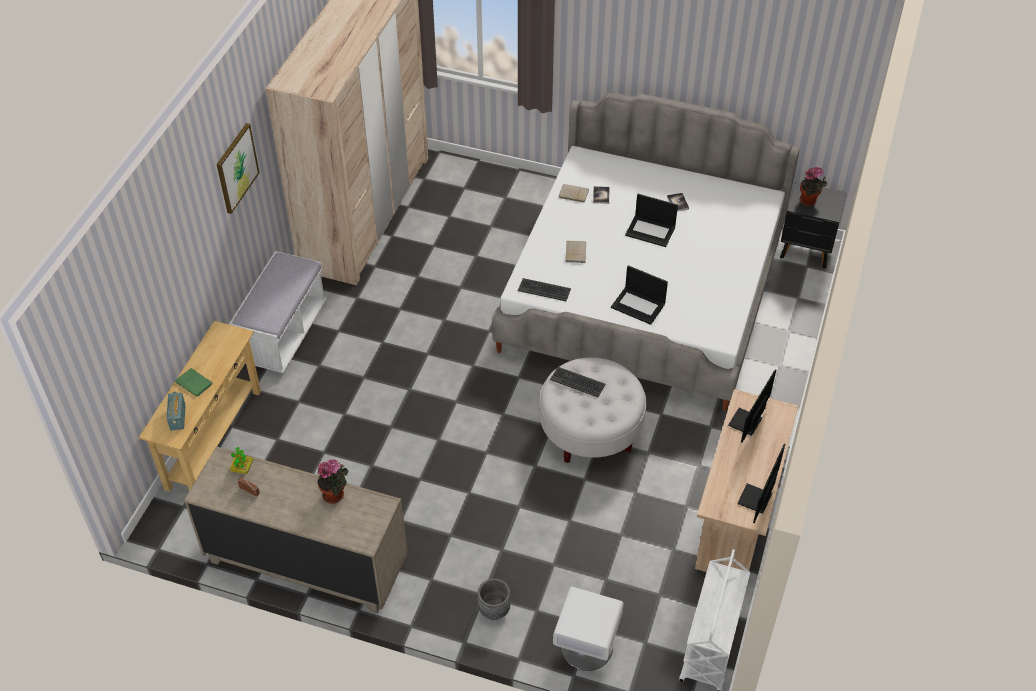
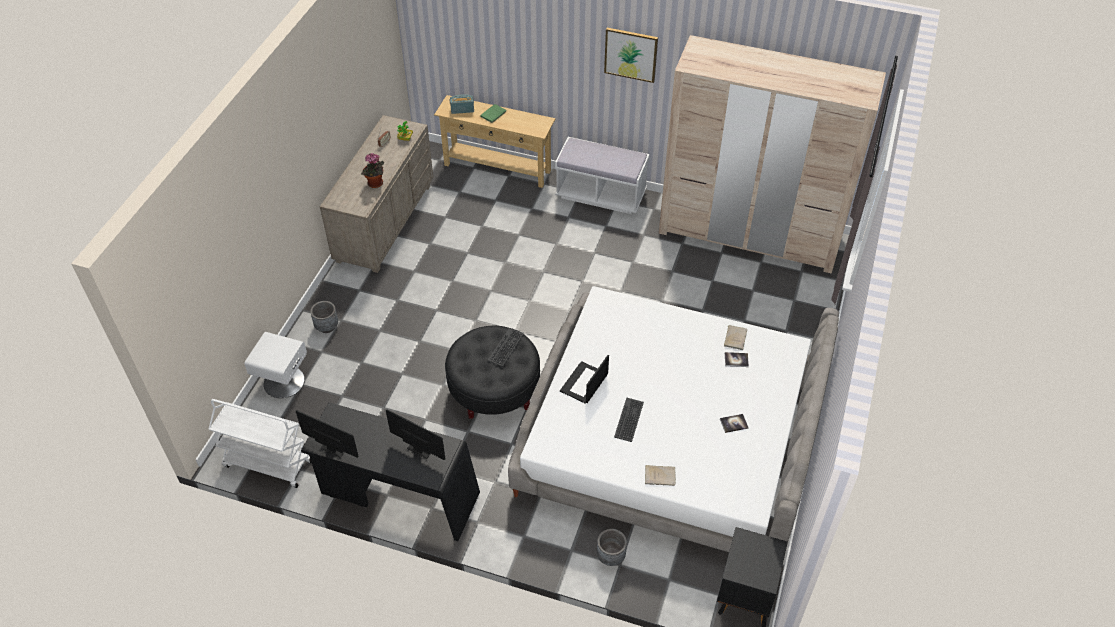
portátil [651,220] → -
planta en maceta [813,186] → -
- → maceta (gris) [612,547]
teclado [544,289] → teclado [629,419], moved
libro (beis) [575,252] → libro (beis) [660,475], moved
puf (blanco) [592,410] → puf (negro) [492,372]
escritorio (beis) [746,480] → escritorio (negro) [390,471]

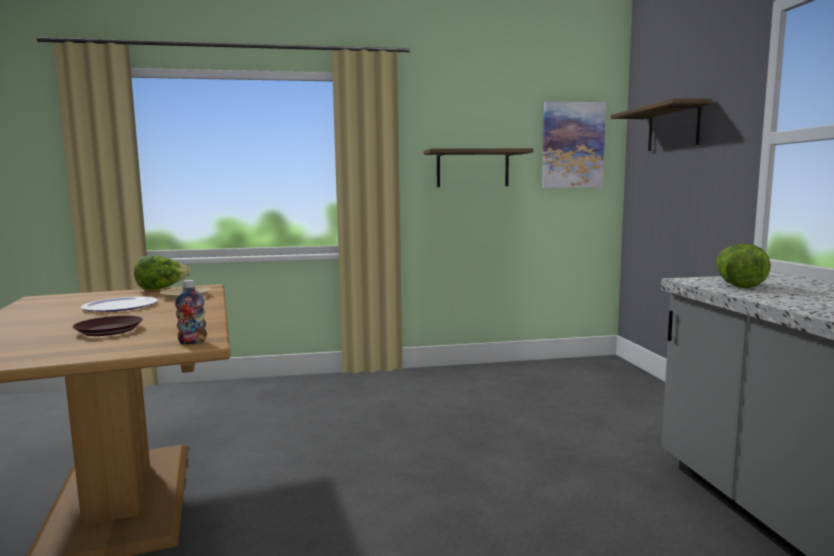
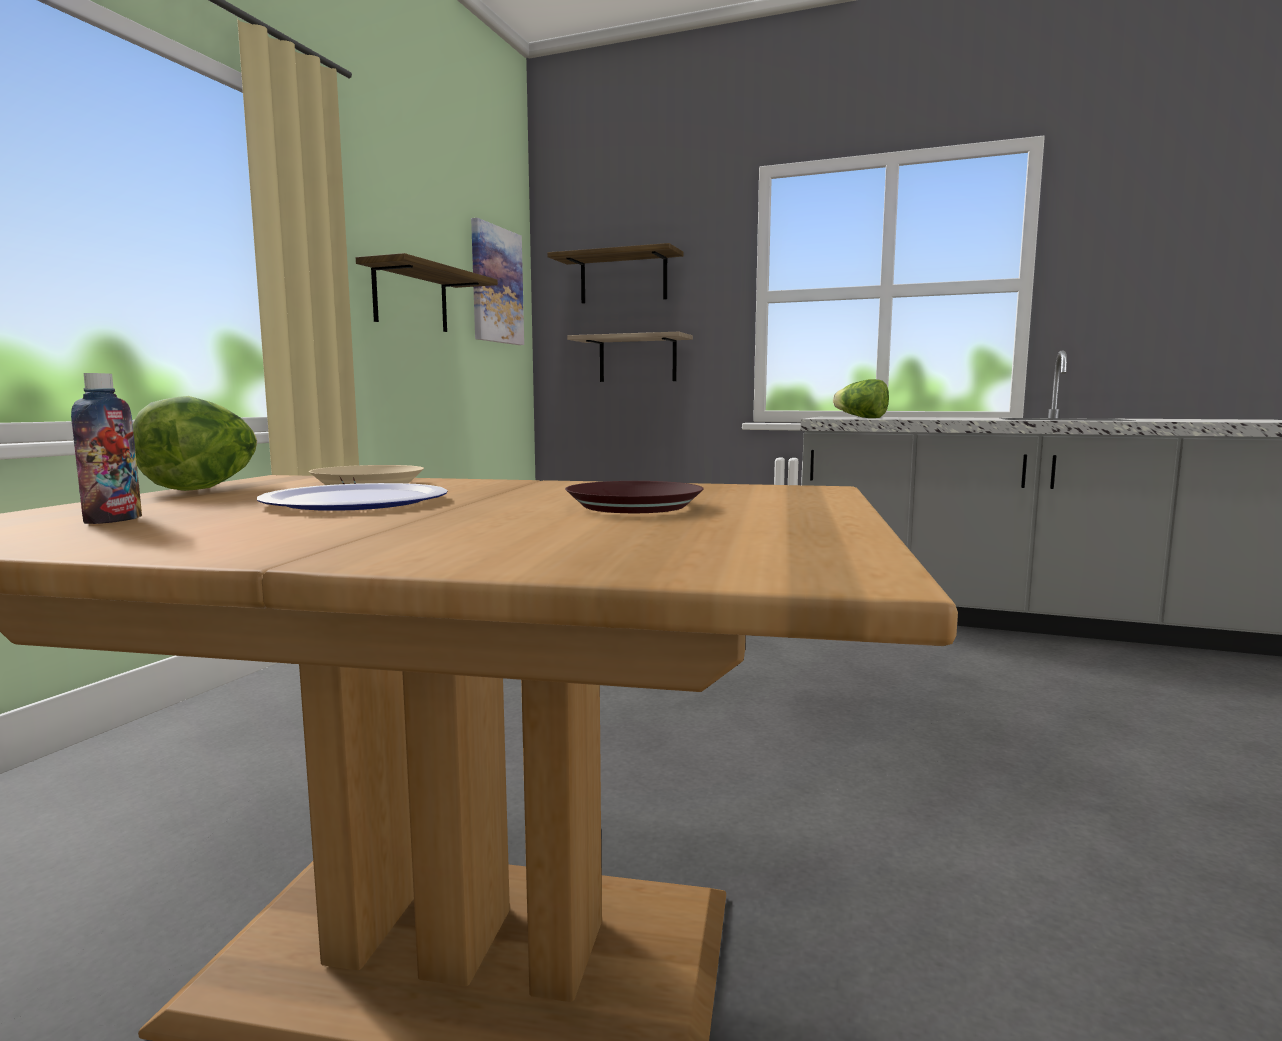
- → estante [630,357]
botella [191,312] → botella [106,448], moved

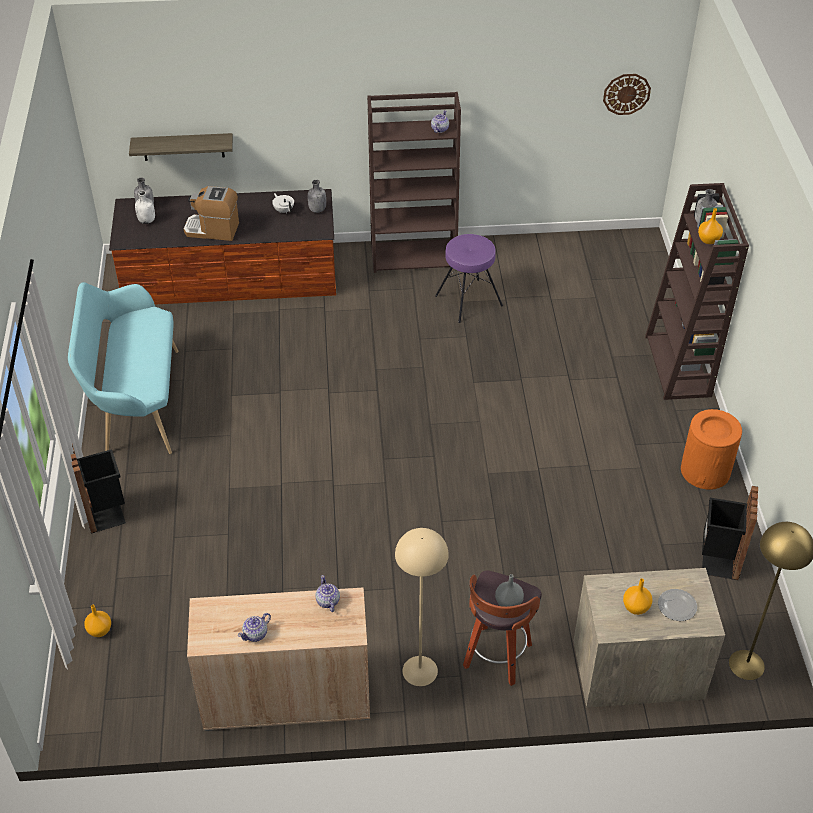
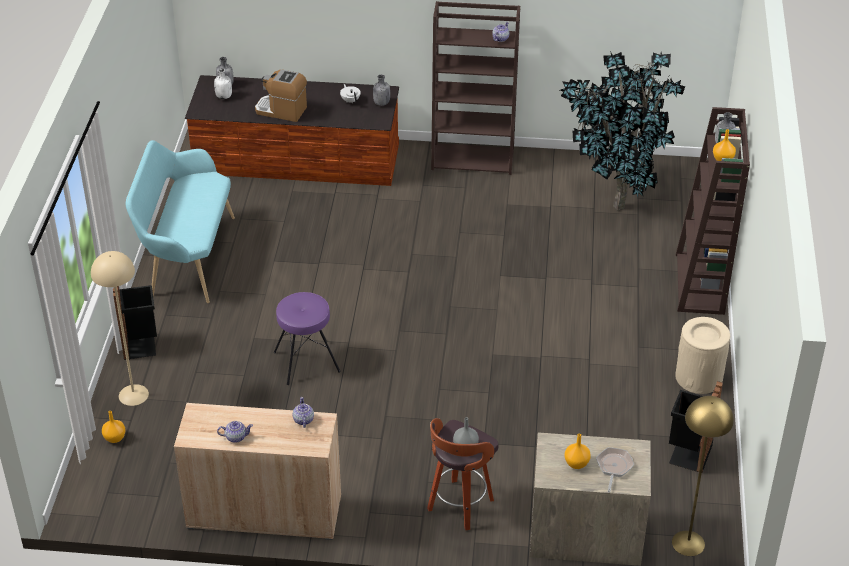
estante [181,147] → -
reloj de pared [627,94] → -
- → planta en maceta [622,130]
lámpara de pie (beis) [422,607] → lámpara de pie (beis) [120,328], moved
taburete (morado) [469,278] → taburete (morado) [307,338], moved
plato [677,605] → sartén [615,469]
papelera (naranja) [711,449] → papelera (beis) [702,355]
tetera [254,627] → tetera [235,432], 150 degrees counterclockwise

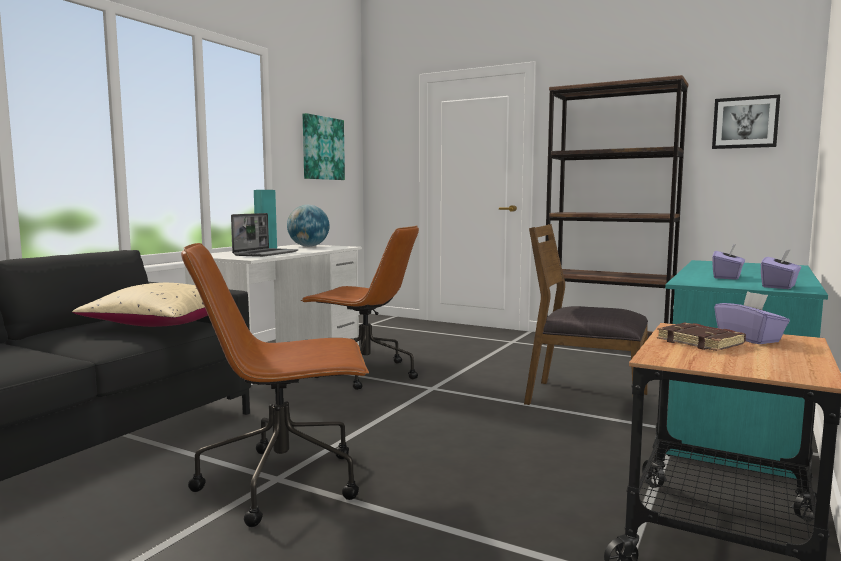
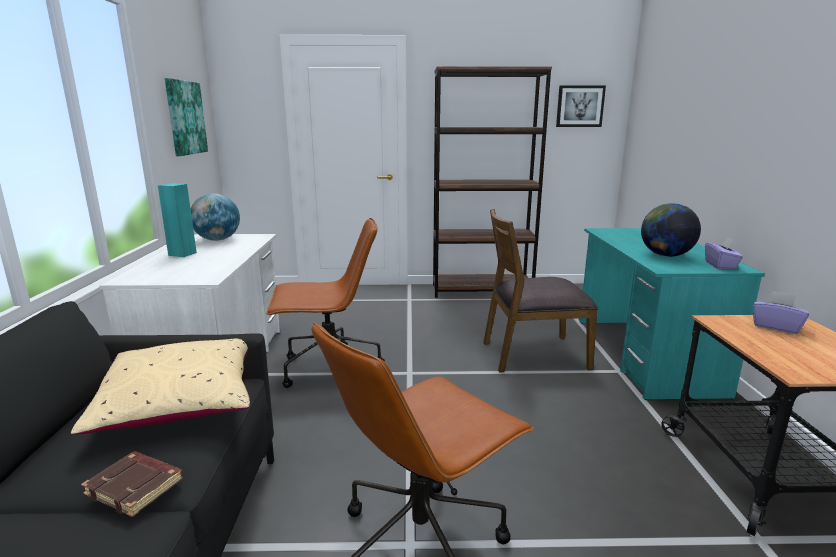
portátil [264,235] → -
libro (marrón) [701,337] → libro (marrón) [132,484], moved
caja de pañuelos (morado) [728,262] → globo terráqueo [671,230]

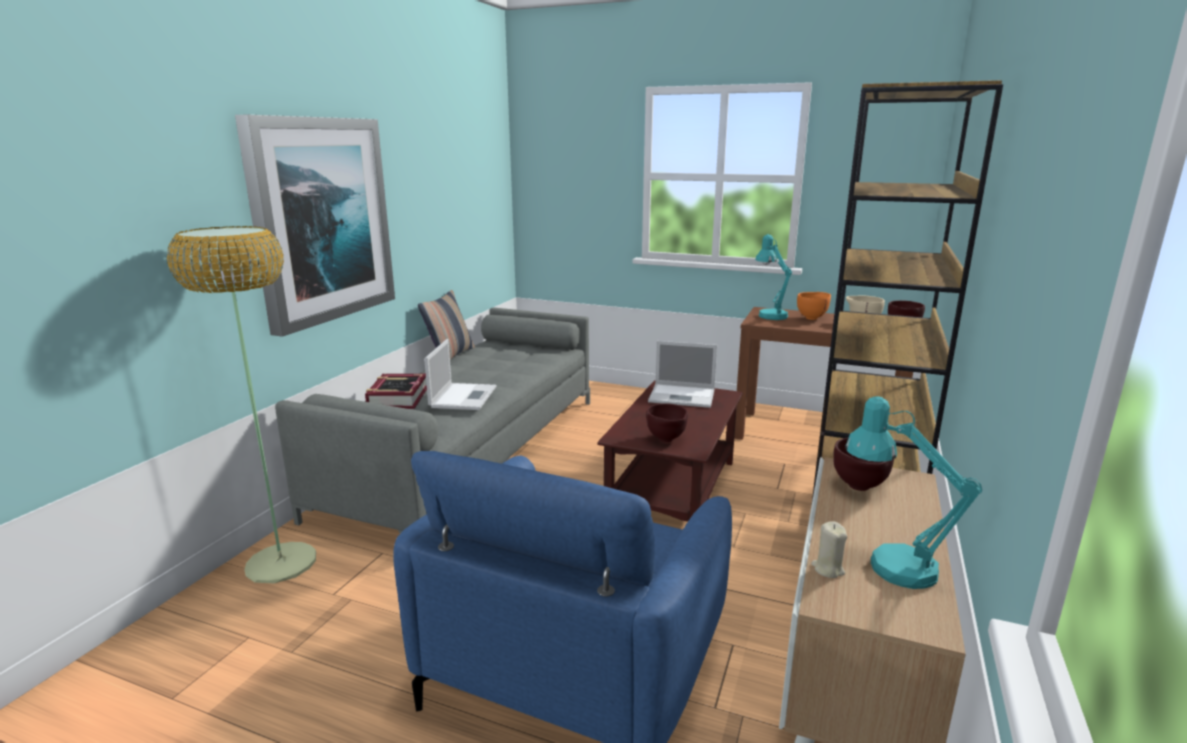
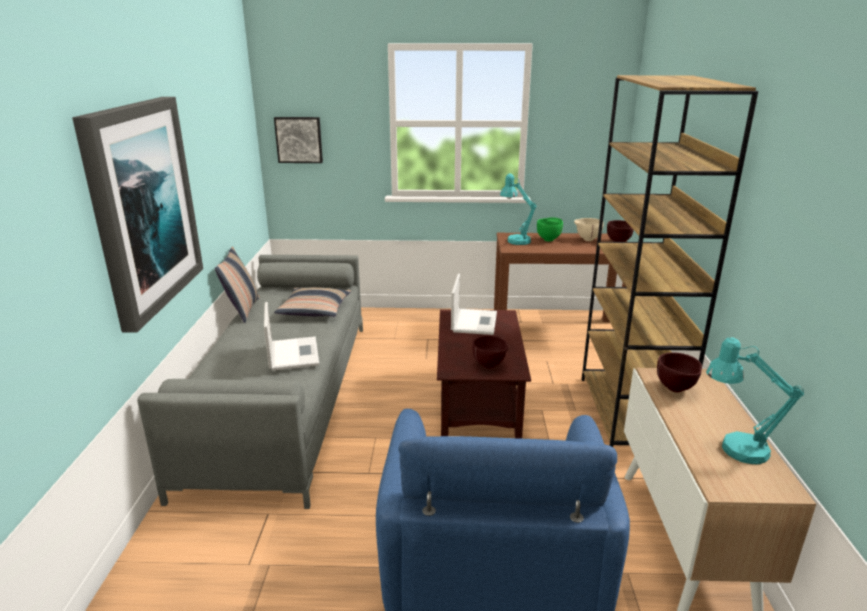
lámpara de pie [241,404] → -
libro [396,391] → -
vela (beis) [829,549] → -
- → cuadro [298,140]
- → cojín [312,302]
cuenco (naranja) [814,306] → cuenco (verde) [550,229]
portátil [682,374] → portátil [474,304], 75 degrees counterclockwise

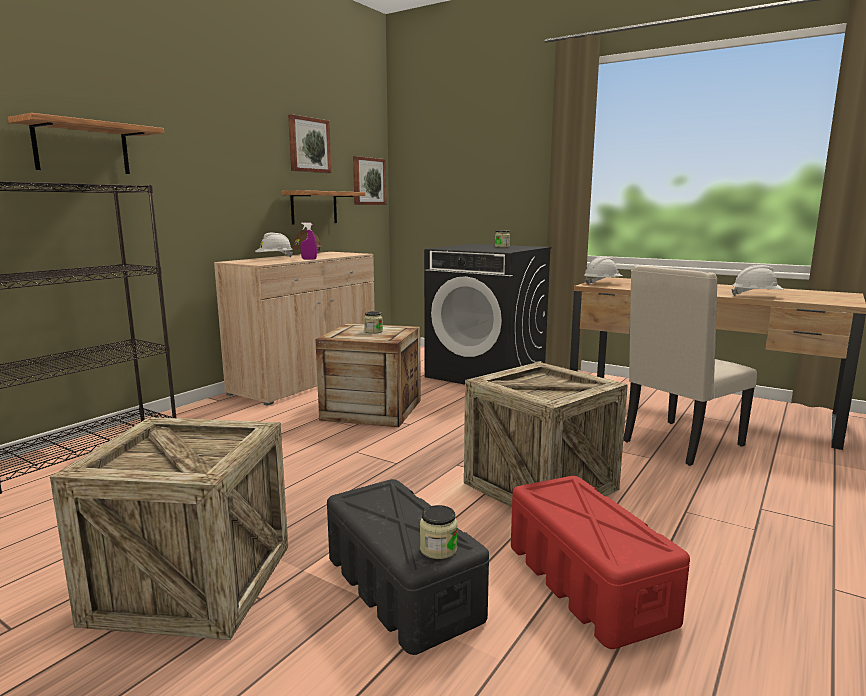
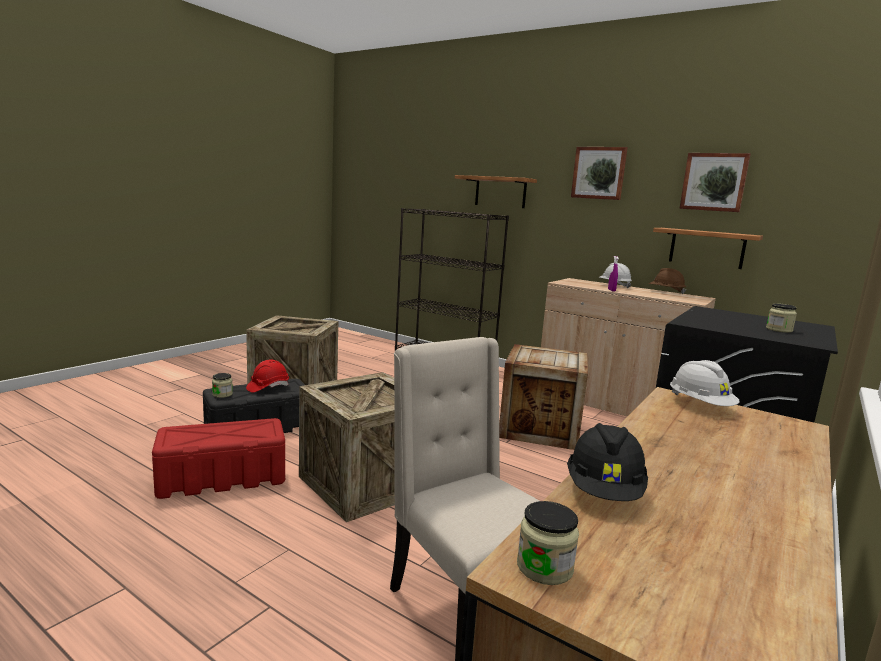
- → casco (rojo) [267,376]
cuadro [369,180] → cuadro [599,173], moved
tarro [373,322] → tarro [548,543], moved
casco (blanco) [757,280] → casco (negro) [607,462]

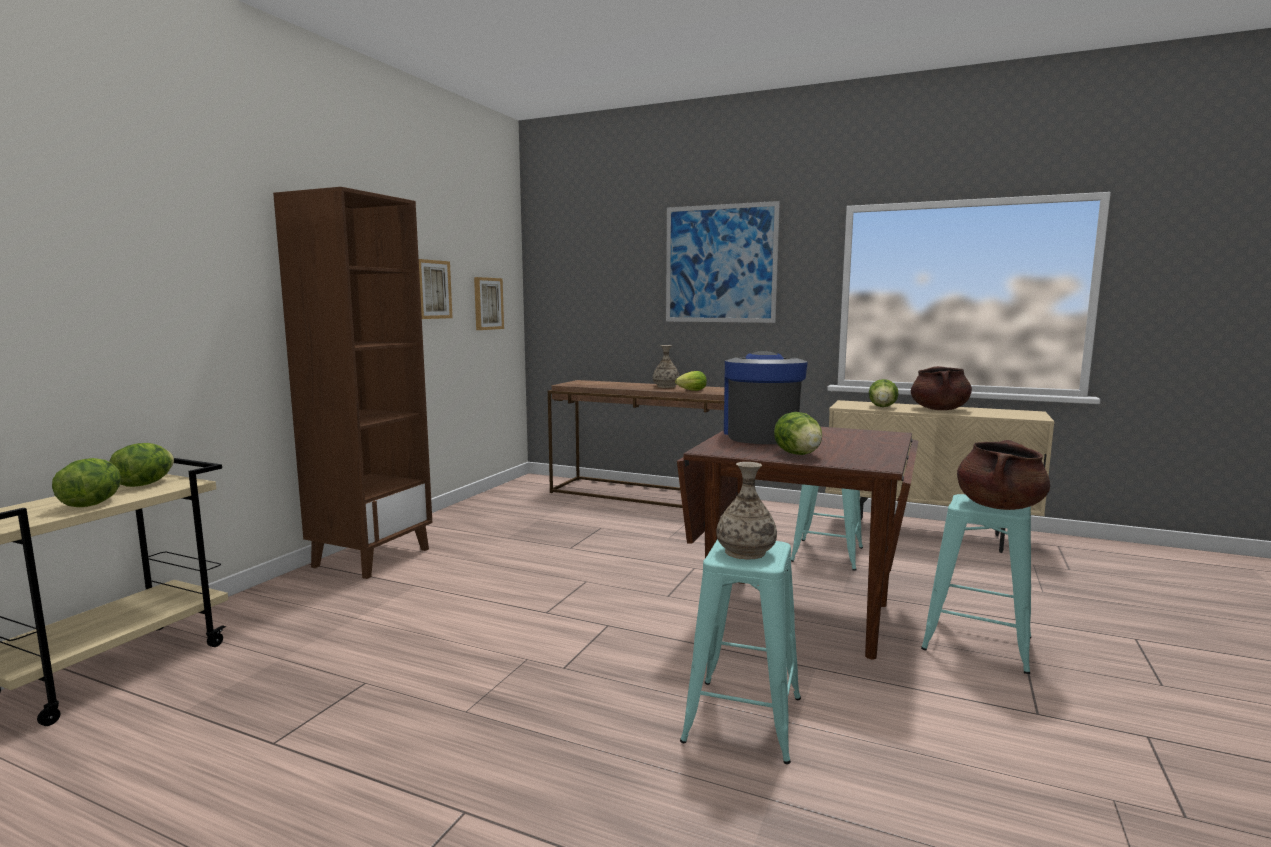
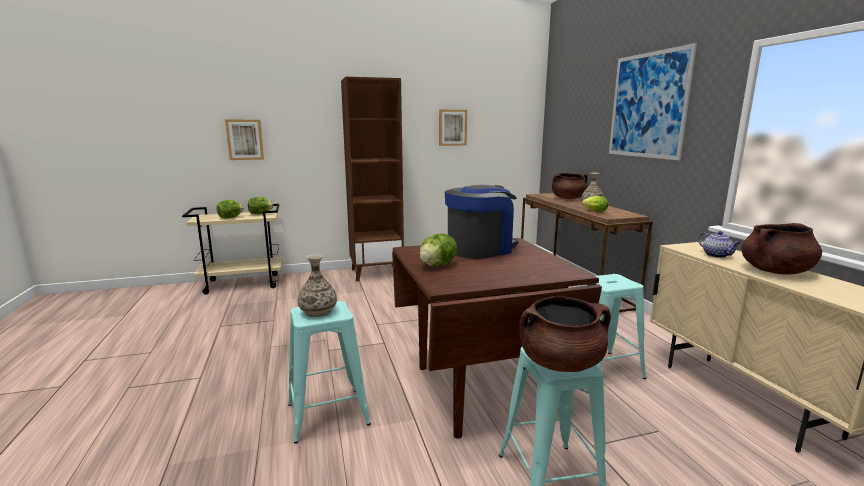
- → olla (marrón) [570,186]
cuadro [489,303] → cuadro [244,140], moved
lechuga [884,393] → tetera [719,244]

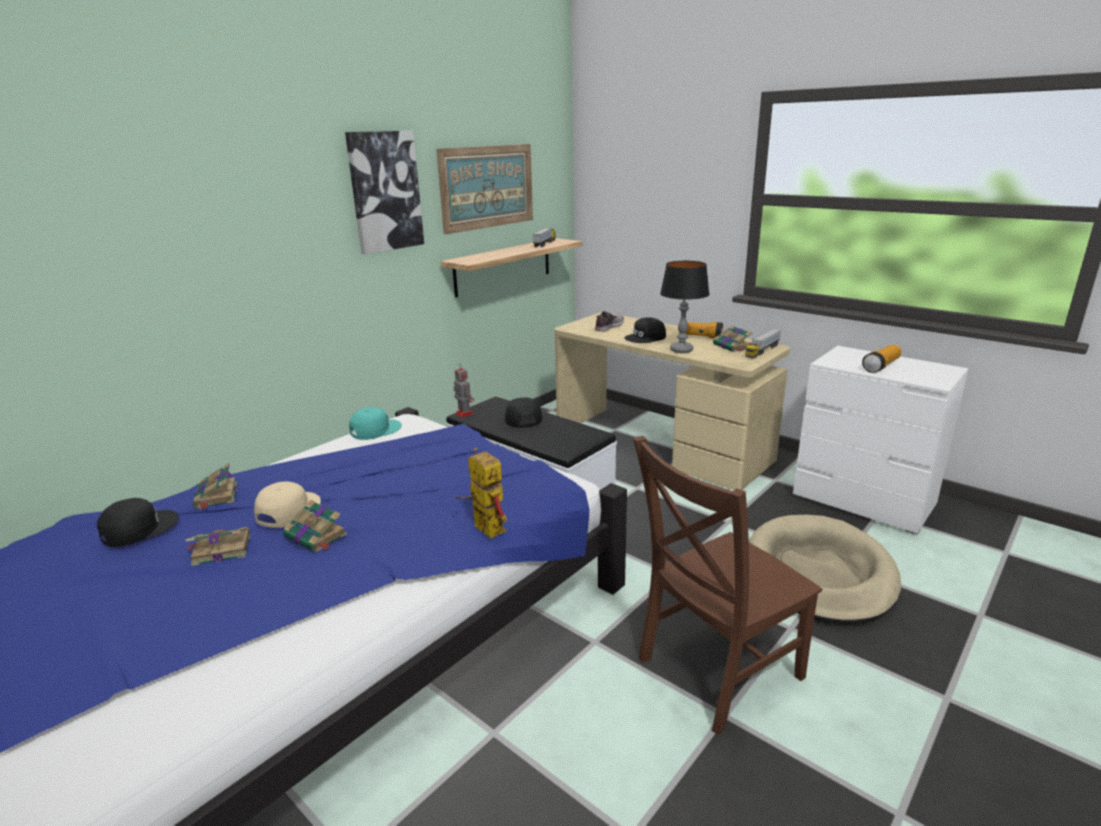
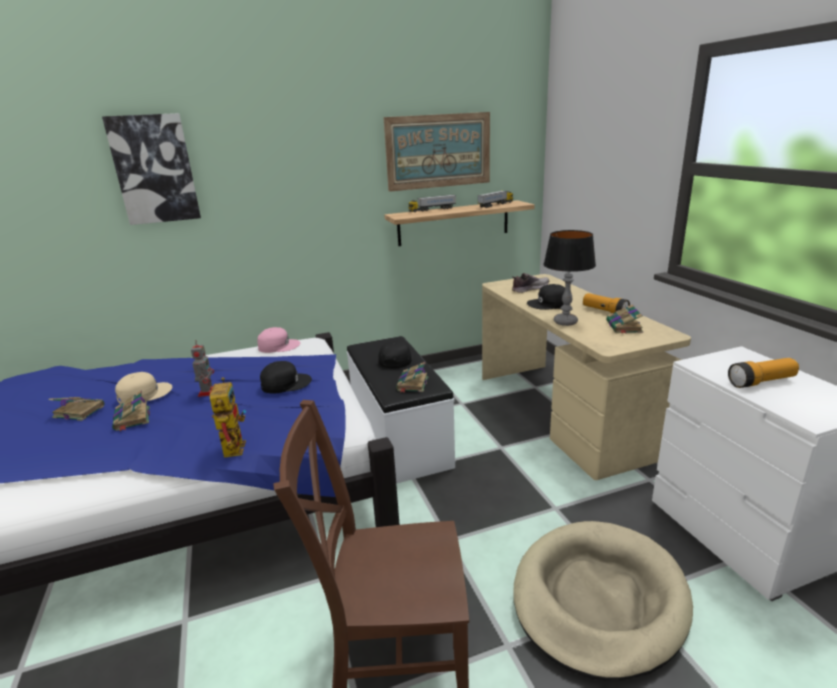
gorra (negro) [138,522] → gorra (negro) [286,377], moved
libro [215,486] → libro [412,377], moved
cuadro [384,192] → cuadro [151,169], moved
robot de juguete [464,392] → robot de juguete [202,368], moved
camión de juguete [763,343] → camión de juguete [432,203], moved
gorra (turquesa) [375,423] → gorra (rosa) [278,340]

